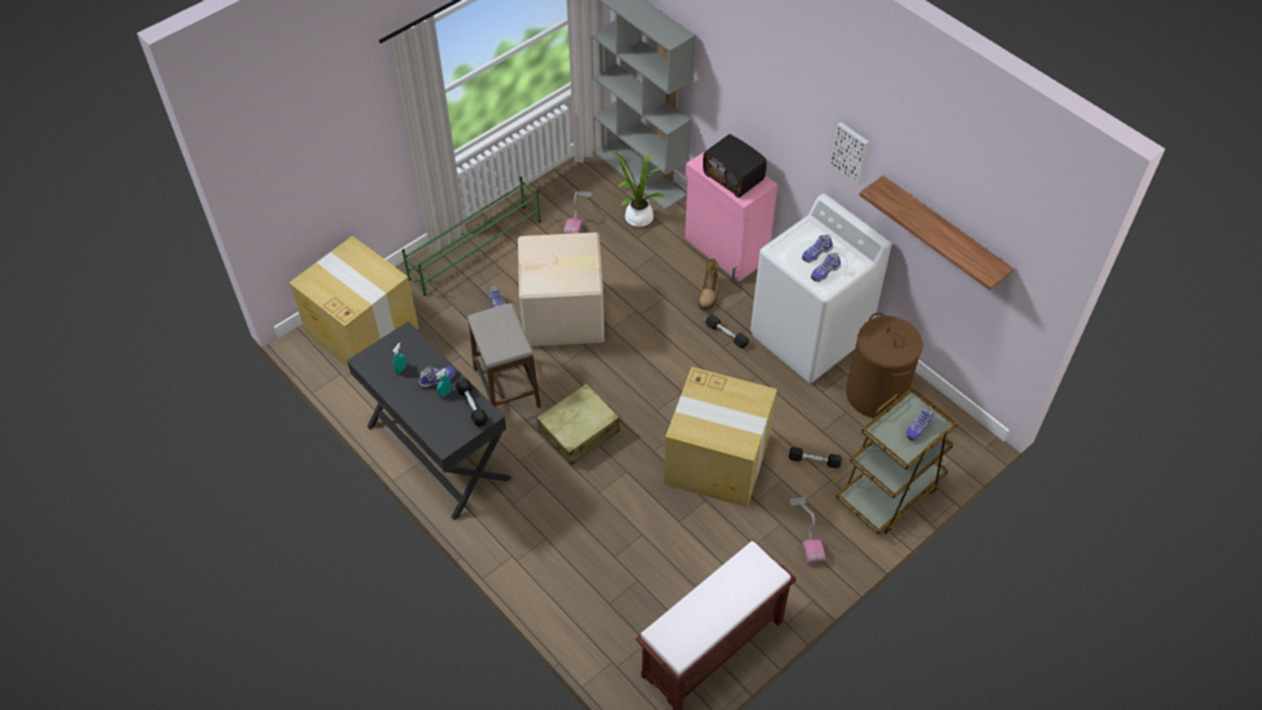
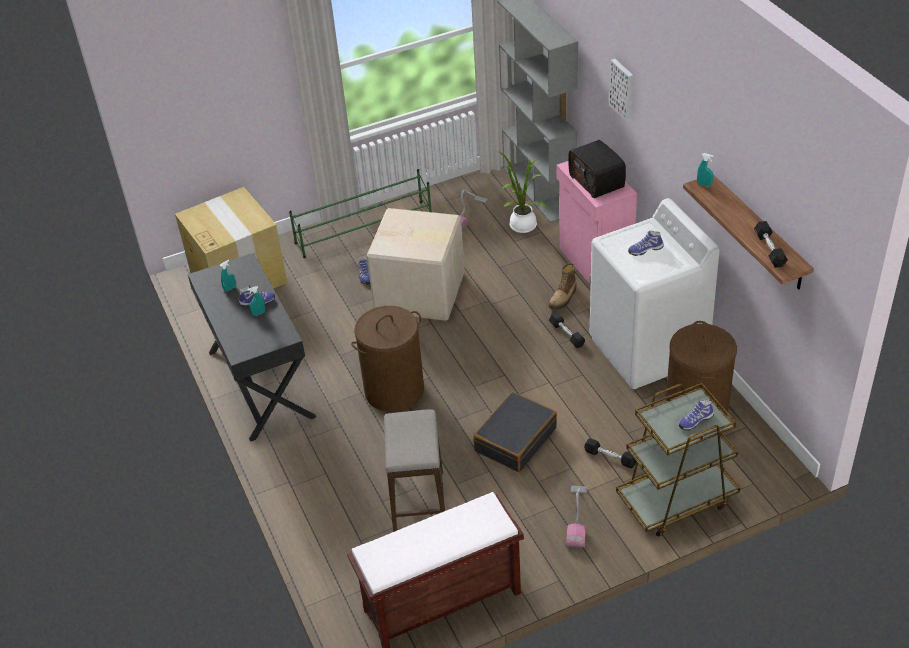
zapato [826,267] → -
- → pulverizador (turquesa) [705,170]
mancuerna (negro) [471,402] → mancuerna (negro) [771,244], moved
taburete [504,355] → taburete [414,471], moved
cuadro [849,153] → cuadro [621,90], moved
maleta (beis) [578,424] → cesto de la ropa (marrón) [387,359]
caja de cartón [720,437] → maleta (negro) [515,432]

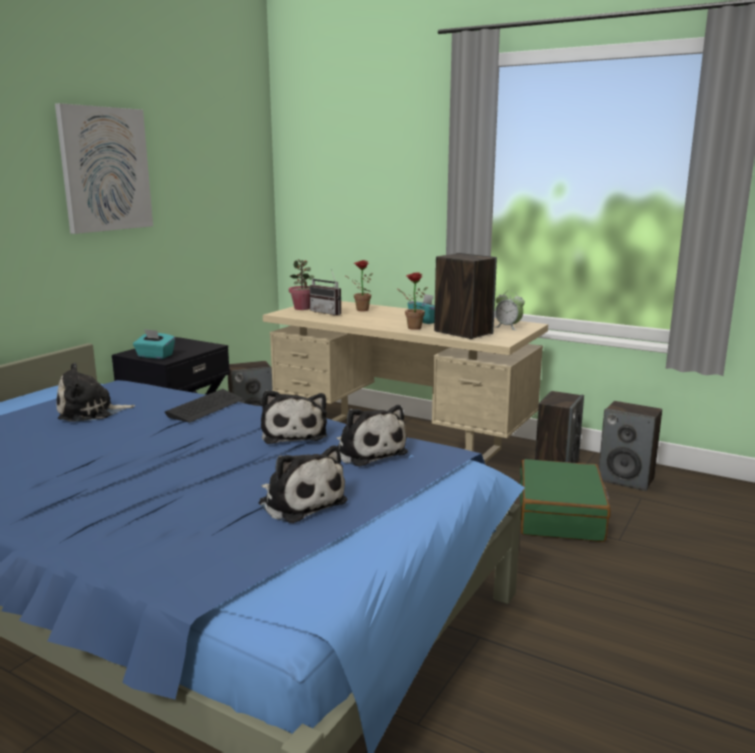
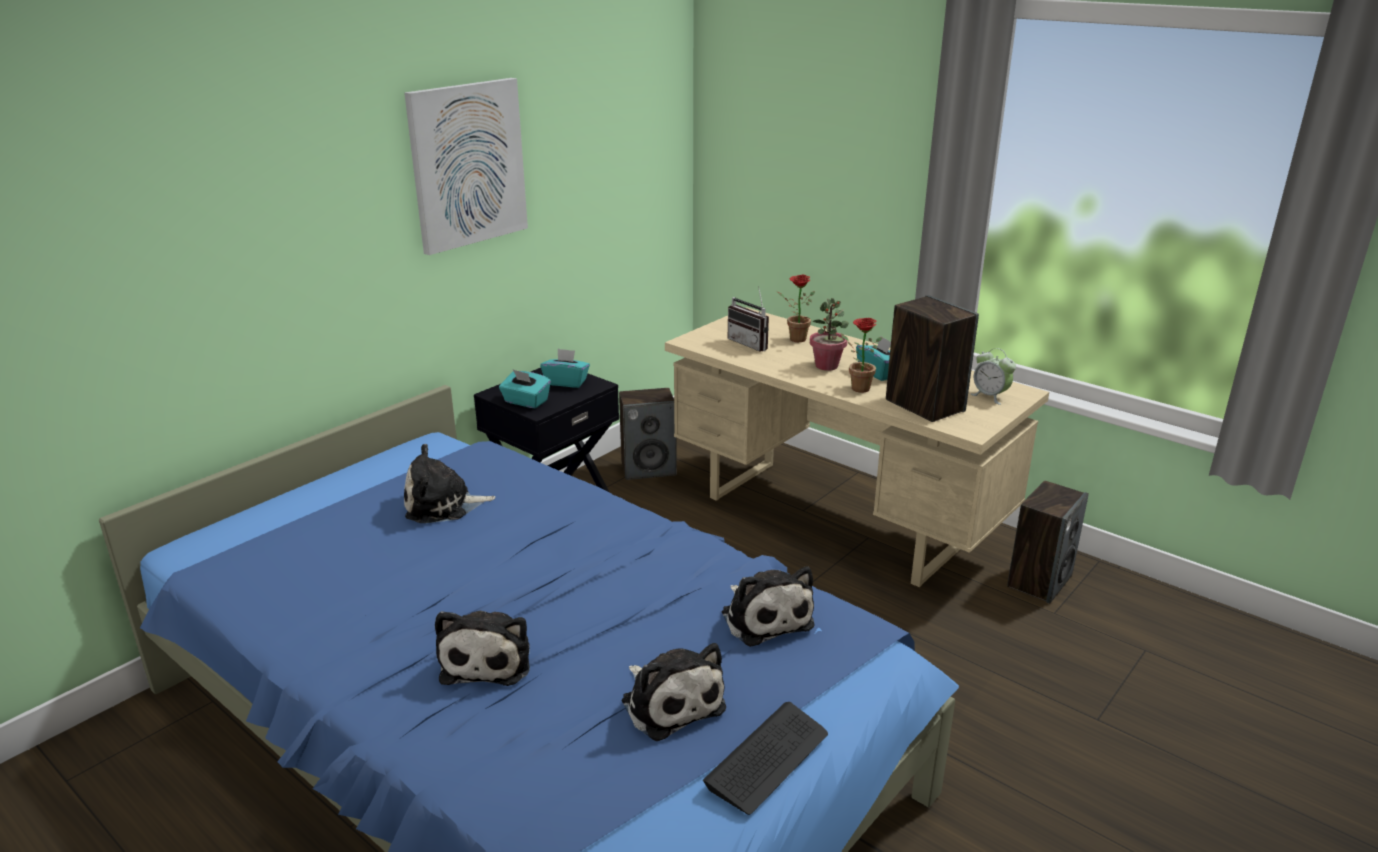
maleta (verde) [565,500] → -
altavoz [630,446] → -
- → caja de pañuelos (turquesa) [565,368]
teclado [204,405] → teclado [765,758], moved
peluche [294,417] → peluche [482,648], moved
planta en maceta [301,284] → planta en maceta [829,334], moved

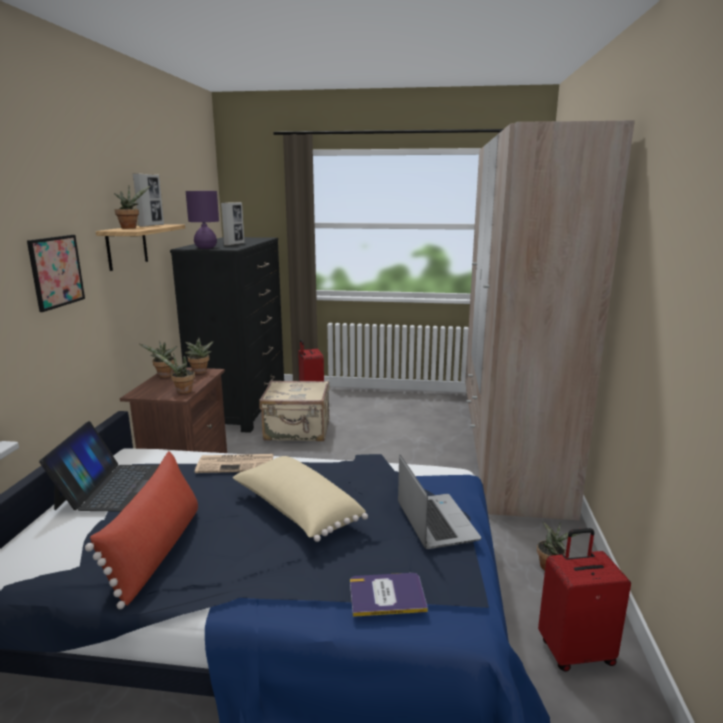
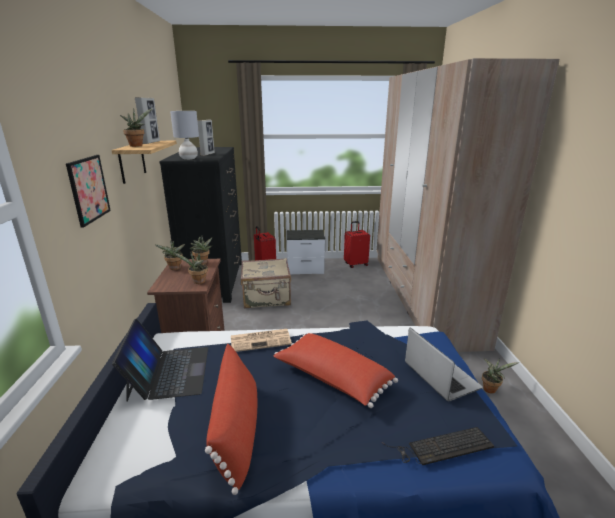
- → mesita de noche [306,252]
maleta (rojo) [584,600] → maleta (rojo) [357,244], moved
libro [389,595] → teclado [437,446]
lámpara de mesa (morado) [202,220] → lámpara de mesa (gris) [184,135]
cojín (beis) [300,499] → cojín (rojo) [336,370]

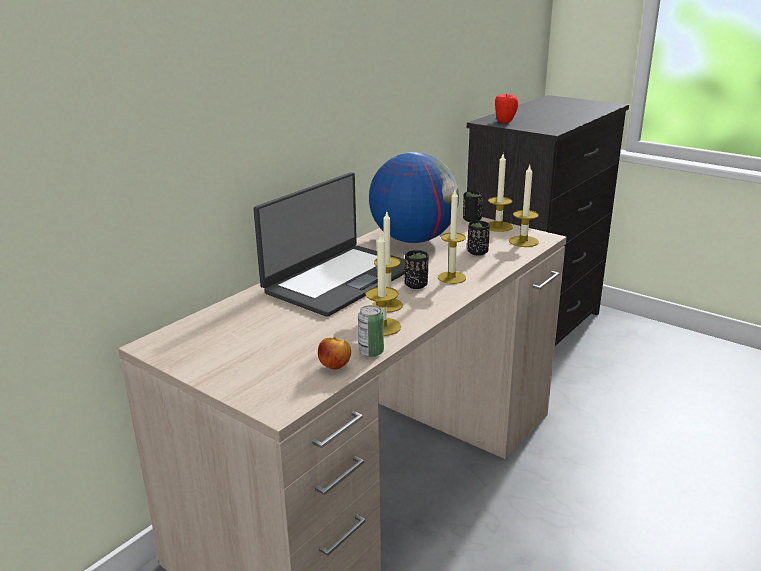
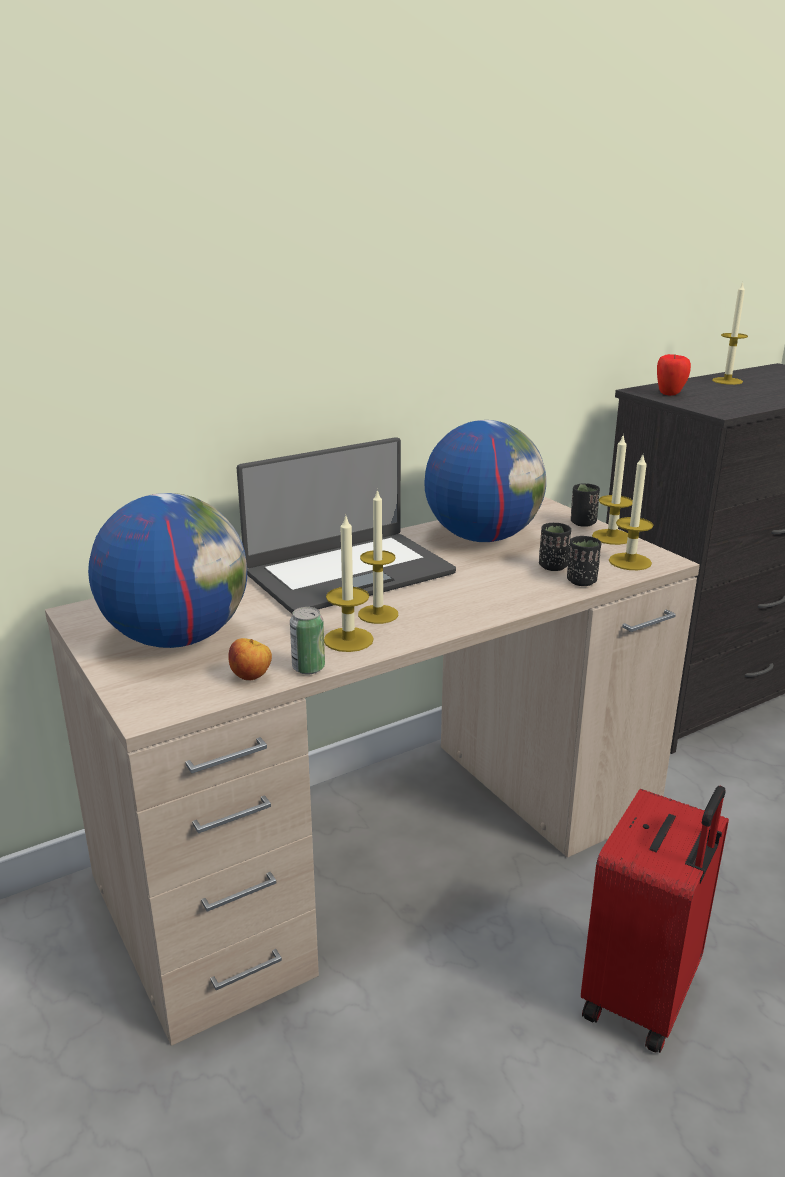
- → globo terráqueo [167,570]
- → maleta (rojo) [655,919]
taza (negro) [416,269] → taza (negro) [584,561], moved
vela [452,237] → vela [730,333], moved

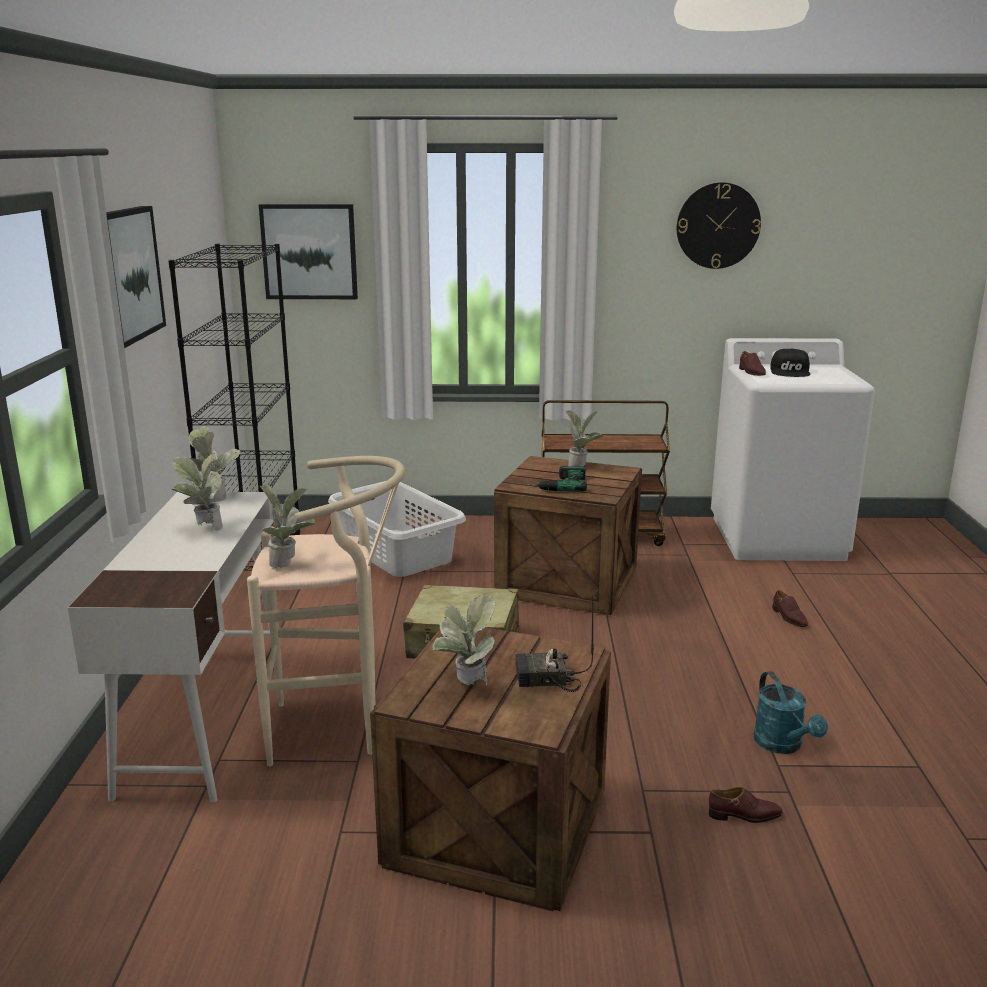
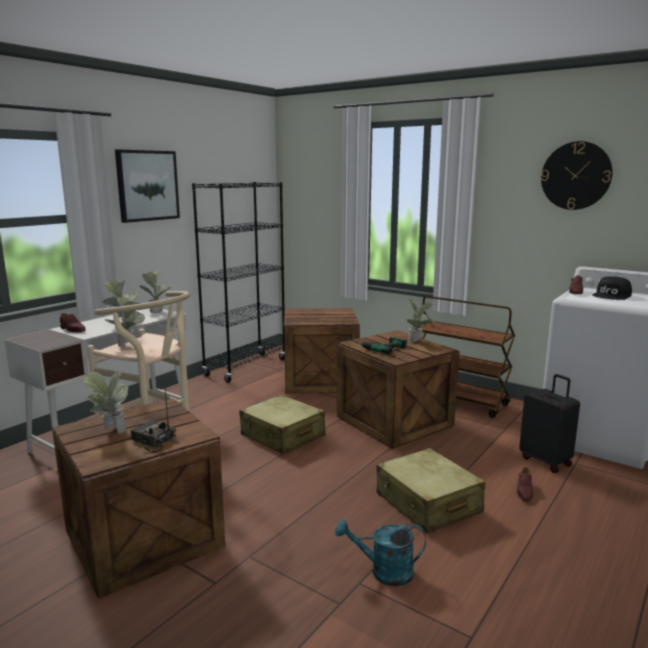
cuadro [308,251] → -
- → maleta (beis) [431,490]
- → maleta (negro) [549,423]
zapato (marrón) [746,805] → zapato (marrón) [73,322], moved
cesto de la ropa (gris) [397,529] → caja de embalaje [322,351]
regadera (turquesa) [790,712] → regadera (turquesa) [380,553], 75 degrees clockwise

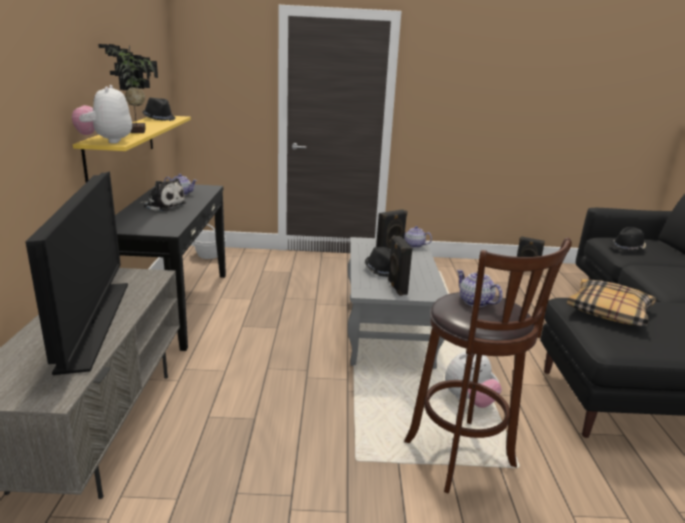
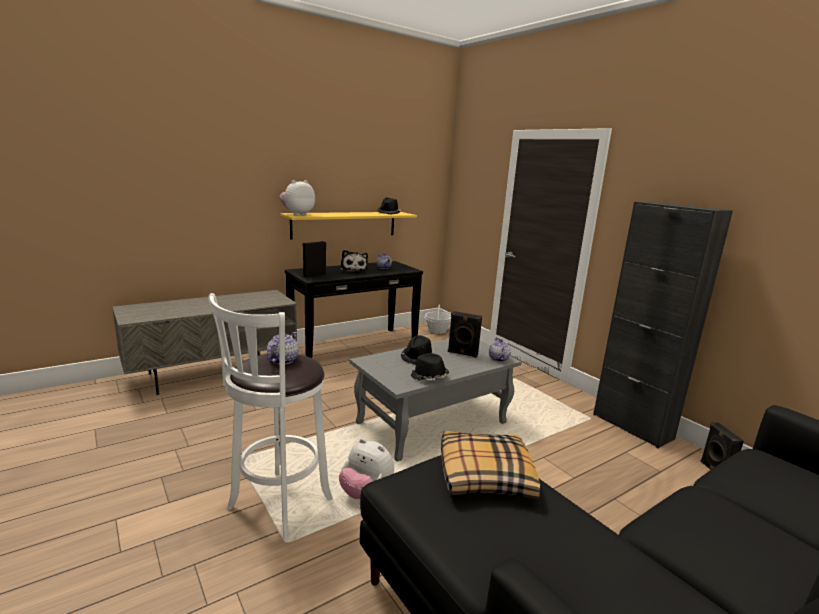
televisor [77,273] → -
planta en maceta [128,88] → -
- → armario (negro) [663,325]
altavoz (negro) [400,266] → altavoz (negro) [314,259], moved
sombrero (negro) [628,239] → sombrero (negro) [430,366], moved
taburete (marrón) [488,366] → taburete (blanco) [270,417]

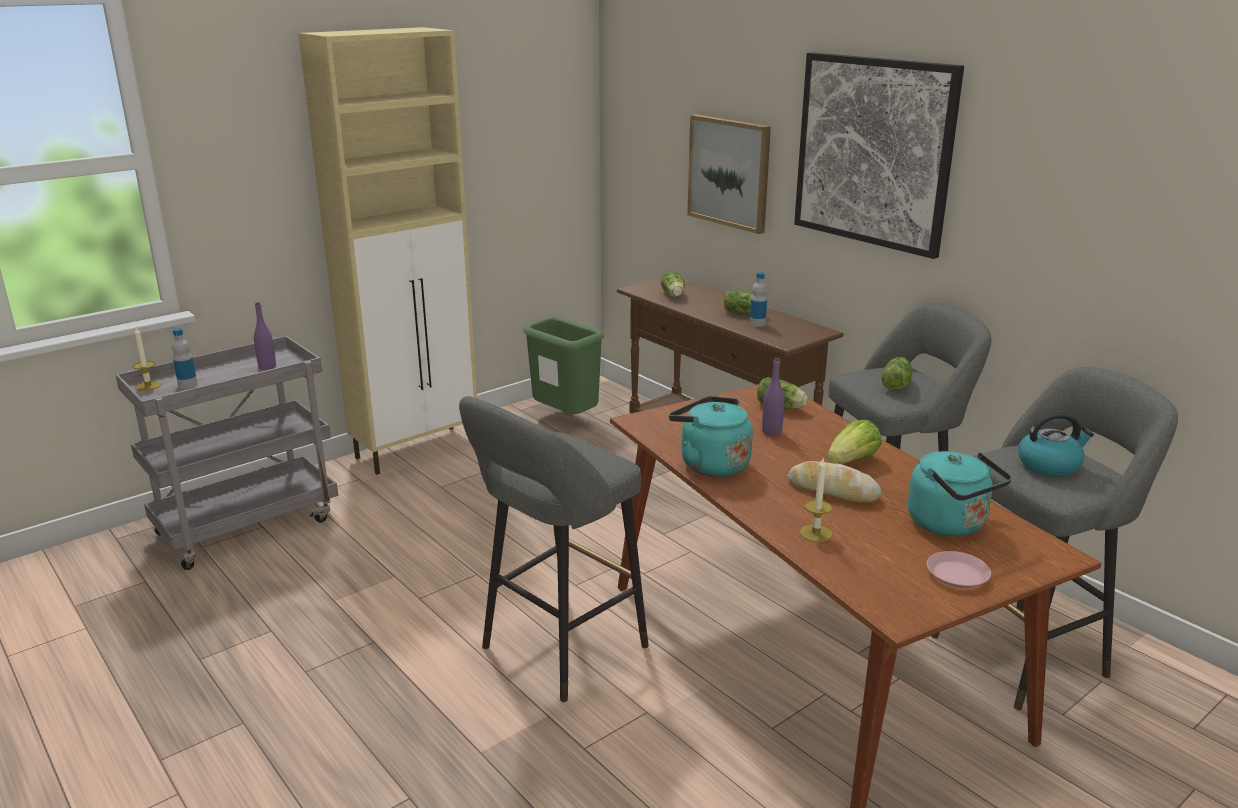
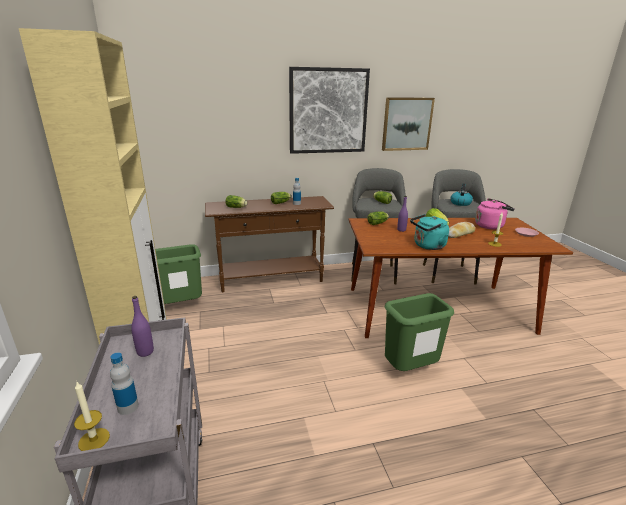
cuadro [729,174] → cuadro [408,124], moved
taburete (gris) [554,549] → papelera (verde) [419,332]
hervidor (turquesa) [960,493] → hervidor (rosa) [495,213]

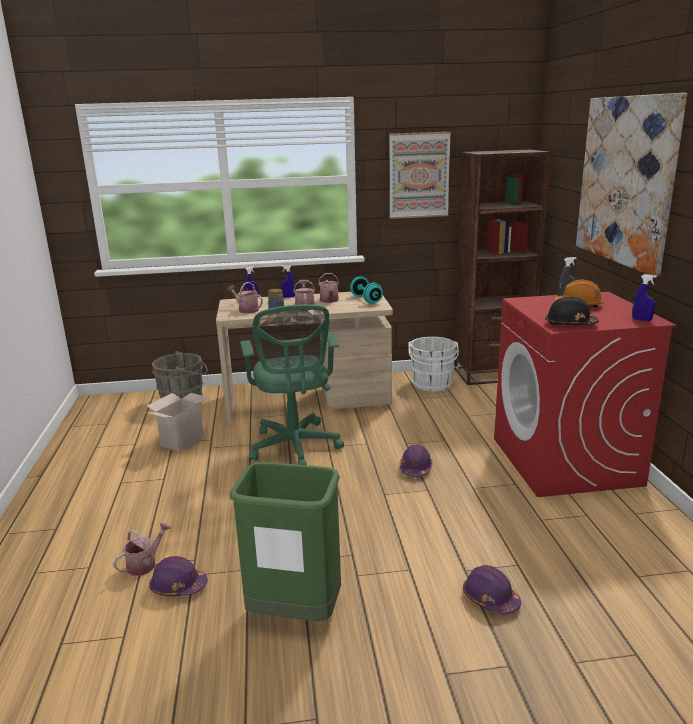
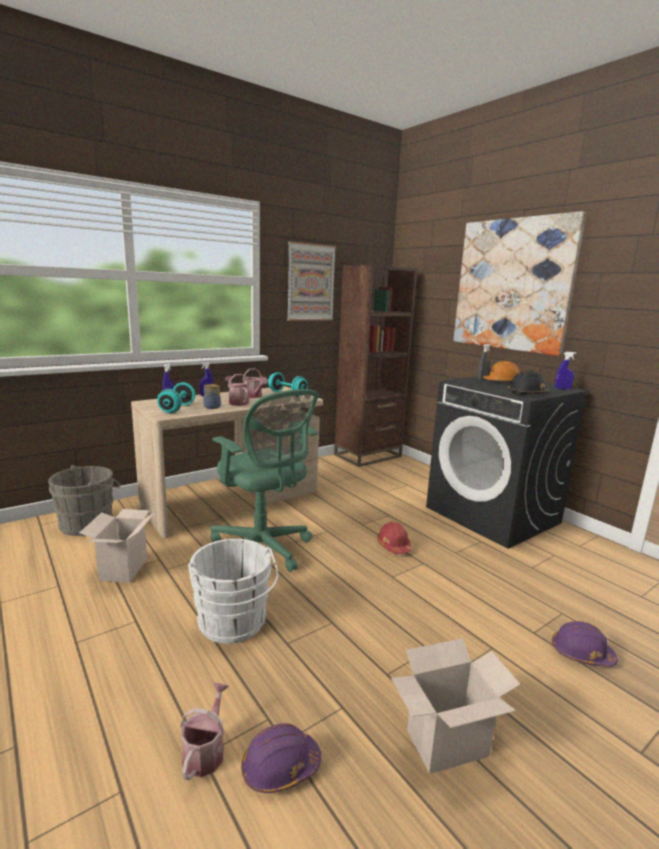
cubo (blanco) [434,364] → cubo (blanco) [233,591], moved
regadera [245,297] → mancuerna (turquesa) [176,397]
papelera (verde) [285,541] → caja de cartón [455,706]
casco (morado) [416,460] → casco (rojo) [394,538]
lavadora (rojo) [585,394] → lavadora (negro) [507,462]

